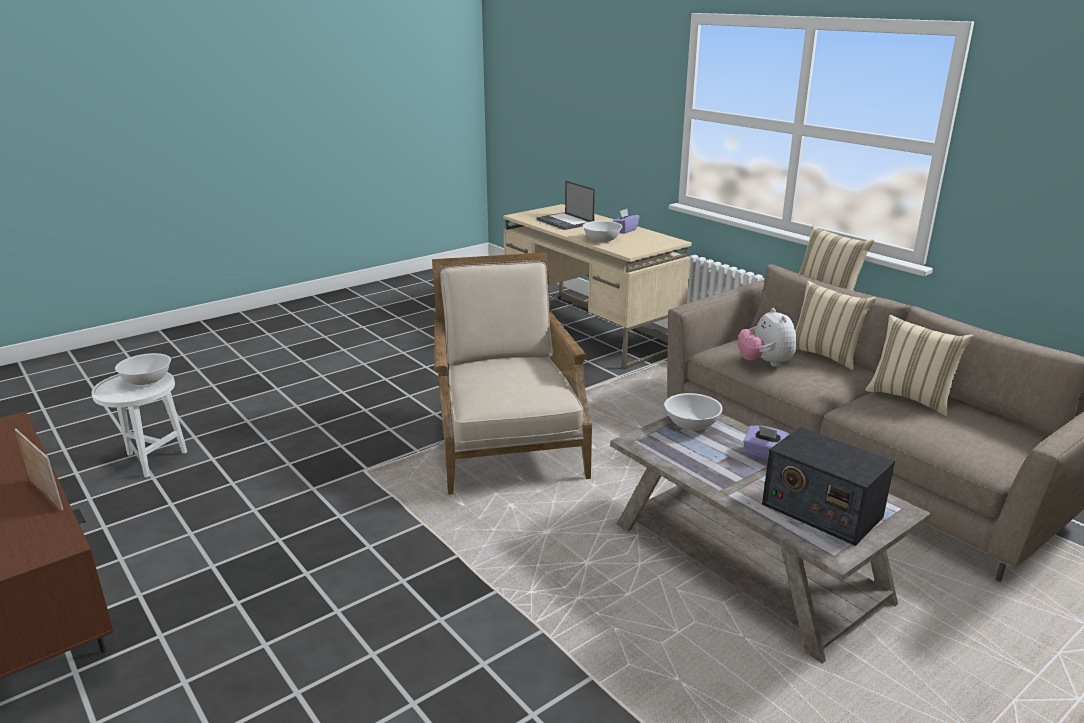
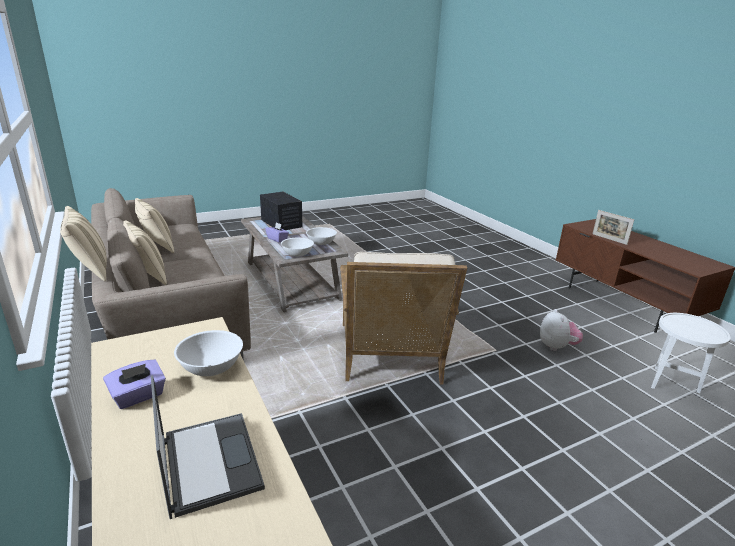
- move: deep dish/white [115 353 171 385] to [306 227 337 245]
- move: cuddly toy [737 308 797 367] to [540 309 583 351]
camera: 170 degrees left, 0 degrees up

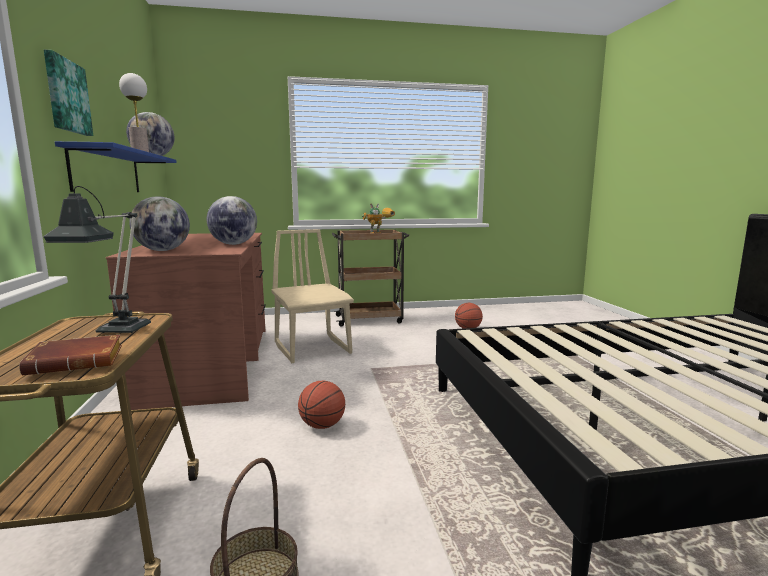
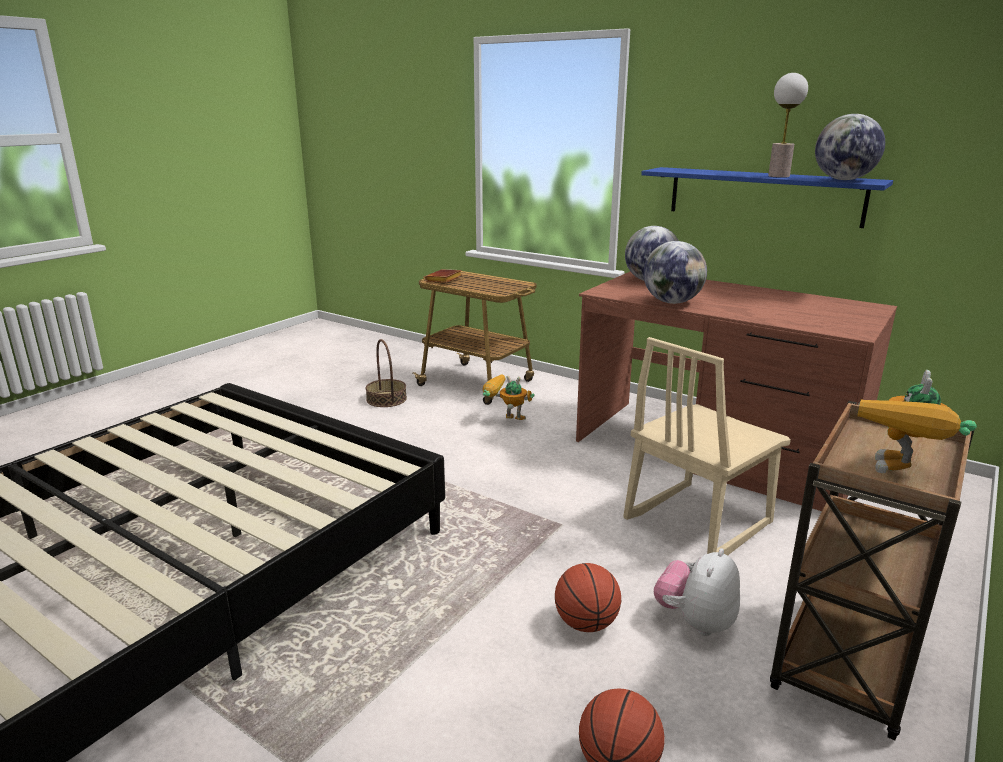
- delete: lamp for a table [43 186 151 333]
- delete: wall art [44 50 93 136]
- insert: model robot [482 375 535 420]
- insert: cuddly toy [654 548 740 636]
- move: ball for basketball [298 380 345 429] to [555 563 621 632]
- rotate: upright chair/beige-coloured [271 229 354 363] = [623 337 791 555] 120 degrees clockwise
camera: 135 degrees right, 10 degrees up

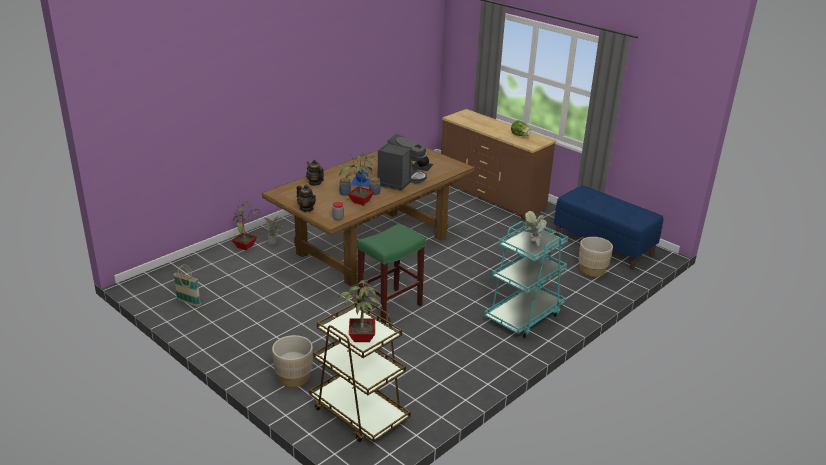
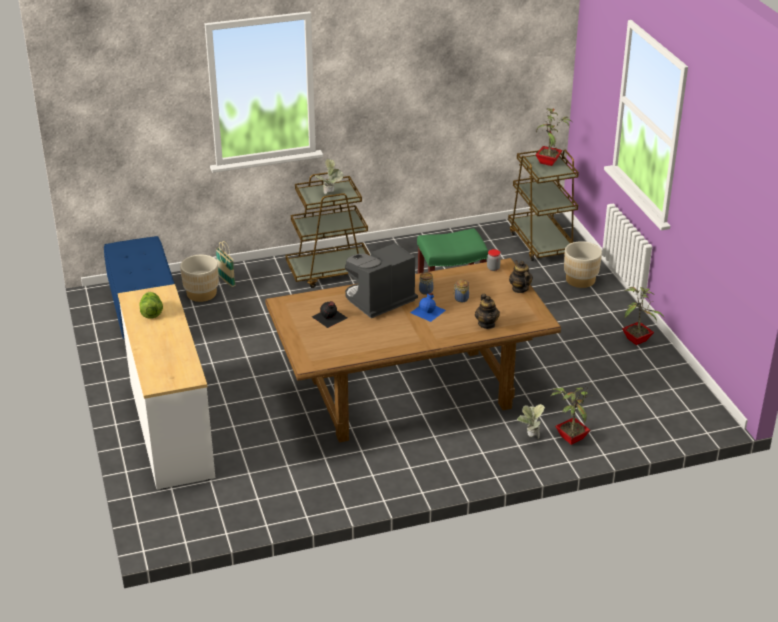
- move: household basket [173 264 201 307] to [216 241 236 287]
- move: potted plant [339 152 377 205] to [622 287 664 345]
- recolor: dresser/brown-coloured [441 109 556 220] to dresser/white [118 284 215 490]
- recolor: cart/turquoise-coloured [484 221 568 338] to cart/brown-coloured [286 172 370 288]
camera: 150 degrees left, 5 degrees up

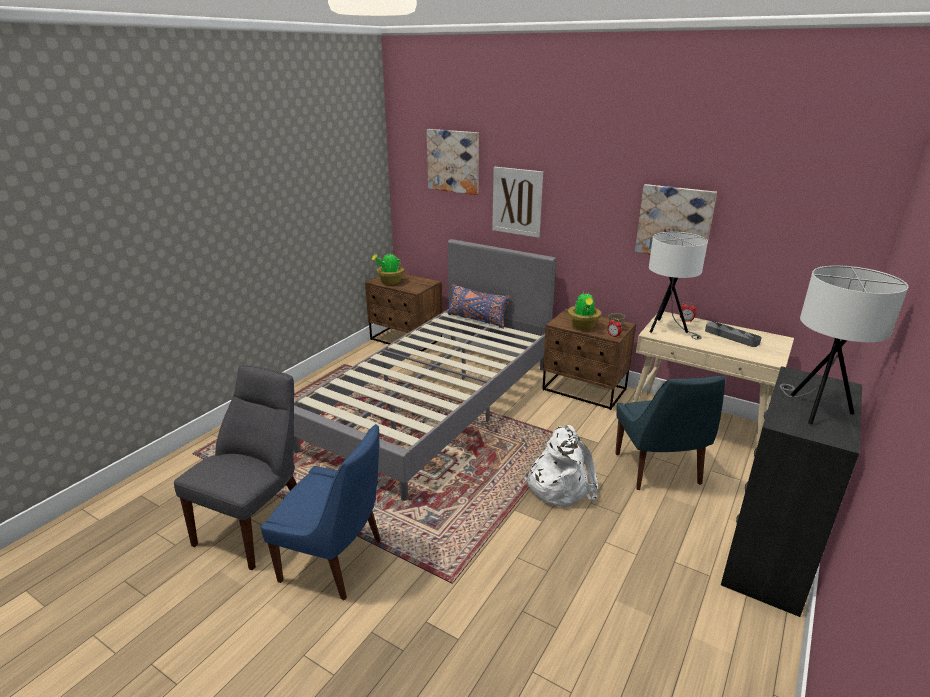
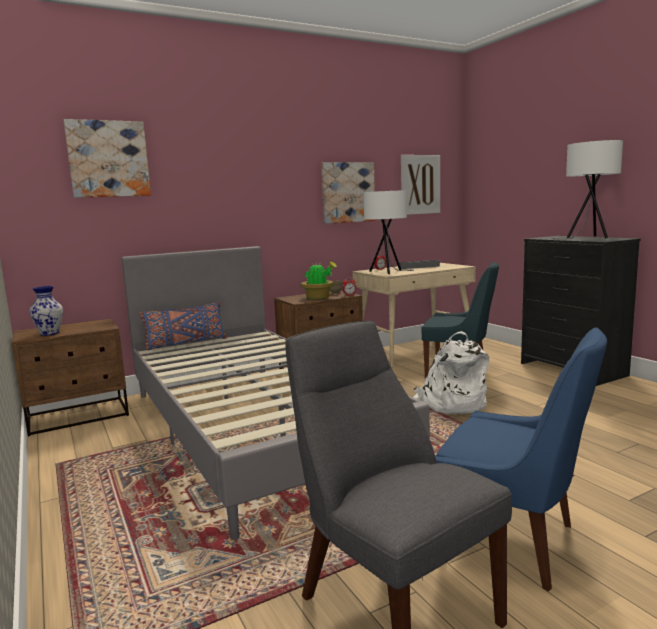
- move: wall art [492 167 543 238] to [401 155 440 215]
- replace: potted plant [372 252 404 285] to vase [29 286 63 336]
- rotate: upright chair/bluish [261 424 381 601] = [435 327 607 592] 75 degrees clockwise
camera: 60 degrees left, 15 degrees down

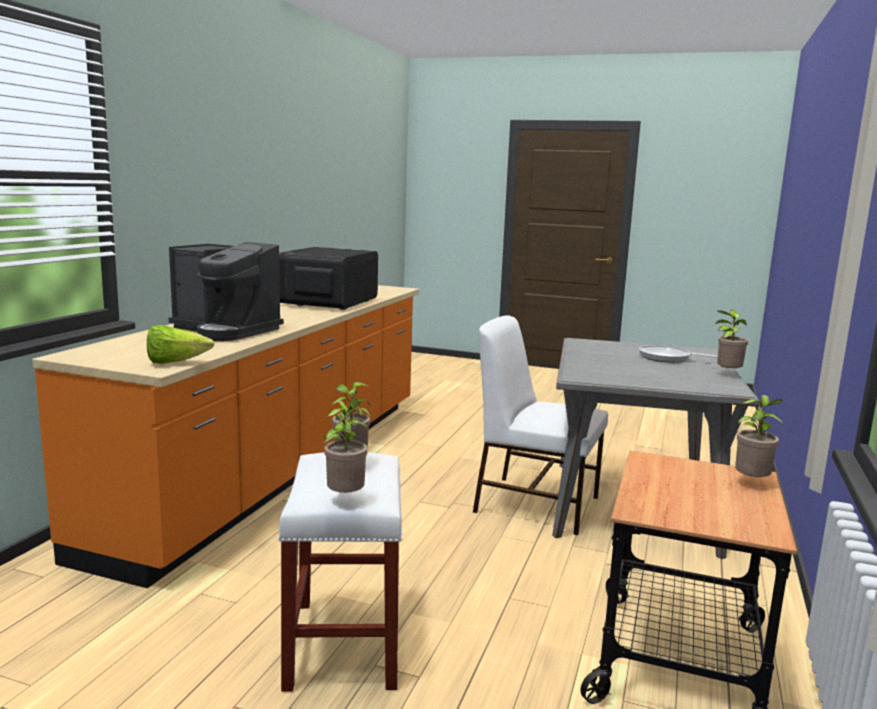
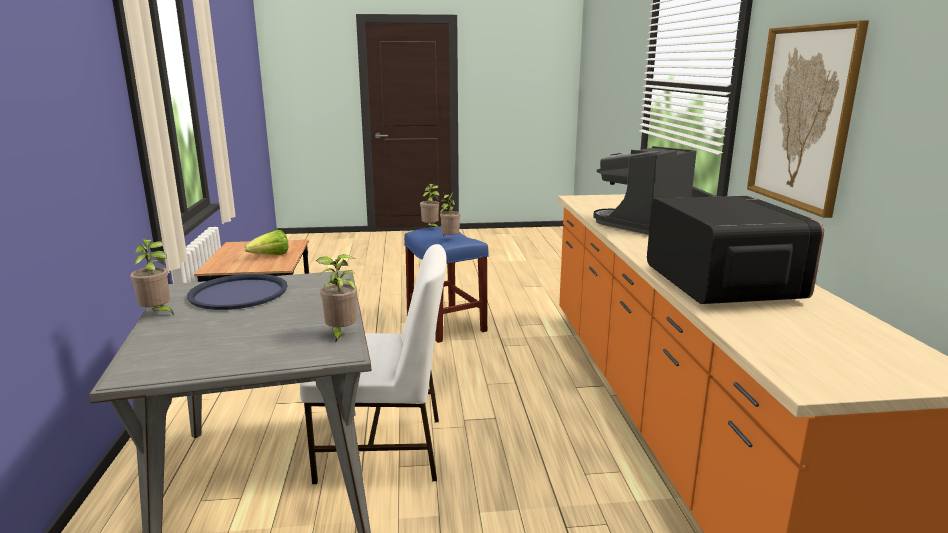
- delete: skillet [639 345 718 363]
- insert: carrying tray/bluish [187 274 288 310]
- insert: wall art [747 20 869 218]
- move: head of lettuce [147 325 215 364] to [244 230 289 255]
- move: potted plant [735 395 783 477] to [316 254 357 343]
- recolor: stool seat/white [278 452 403 692] to stool seat/bluish [404 226 488 343]
- rotate: coffee machine [169 242 284 341] = [593 146 697 235] 45 degrees counterclockwise
camera: 155 degrees right, 5 degrees up

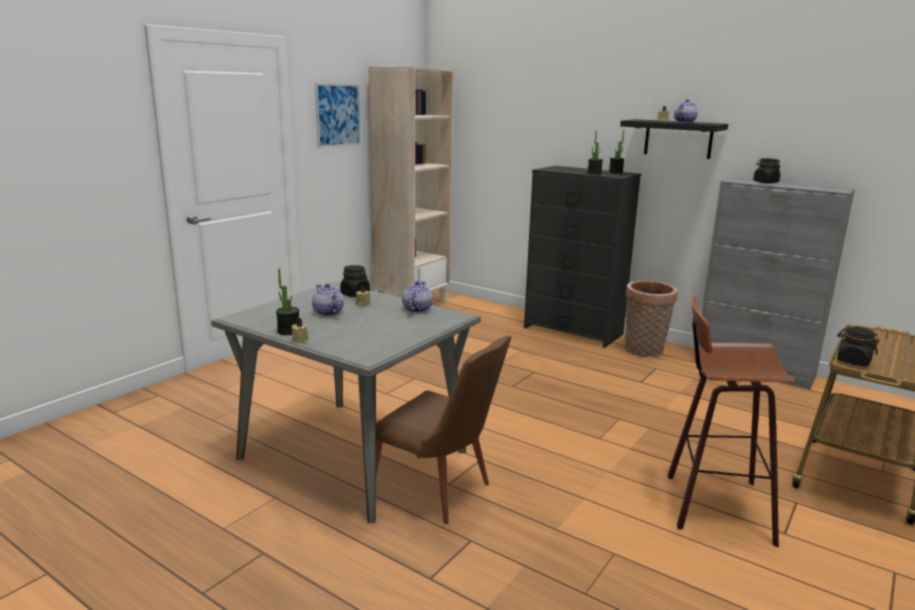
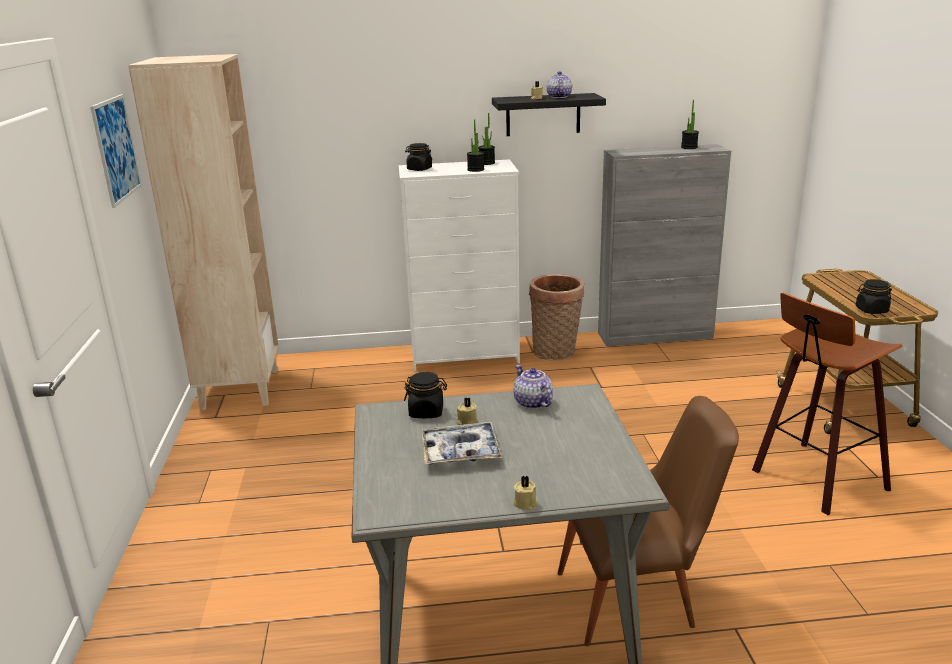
- move: potted plant [276 269 299 335] to [681 100 699 149]
- move: preserve jar/black [753 158 780 183] to [405 143 432 171]
- replace: pot for tea [312 283 344 316] to carrying tray [422 422 502 465]
- recolor: dresser/black [524 166 641 348] to dresser/white [399 159 520 371]
camera: 40 degrees left, 5 degrees up

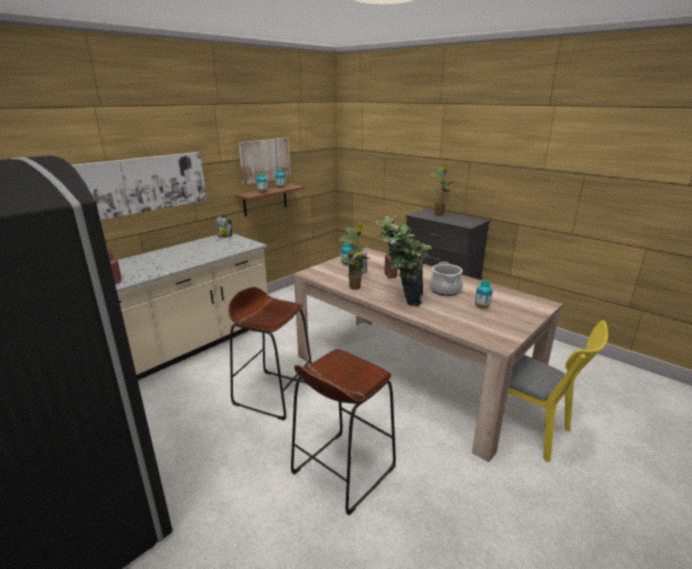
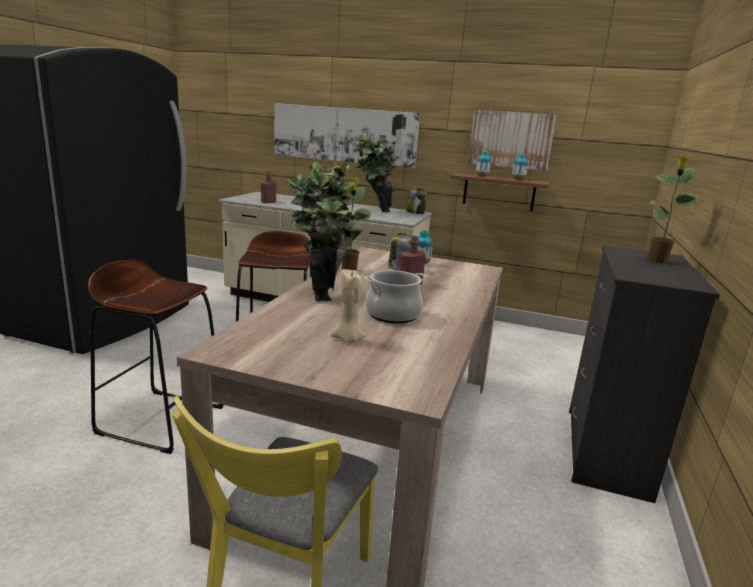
- insert: potted plant [355 133 399 212]
- replace: vase [475 280 492 309] to wax light/beige-coloured [331 268 366 343]
camera: 65 degrees right, 5 degrees down

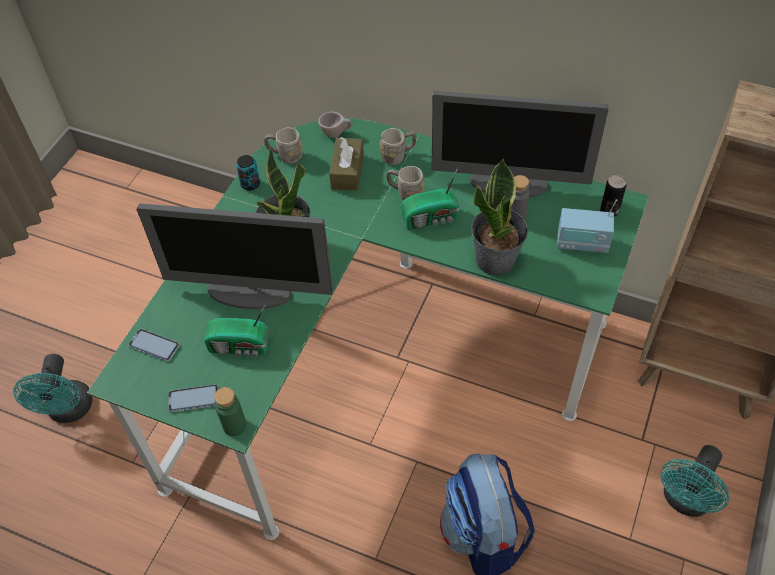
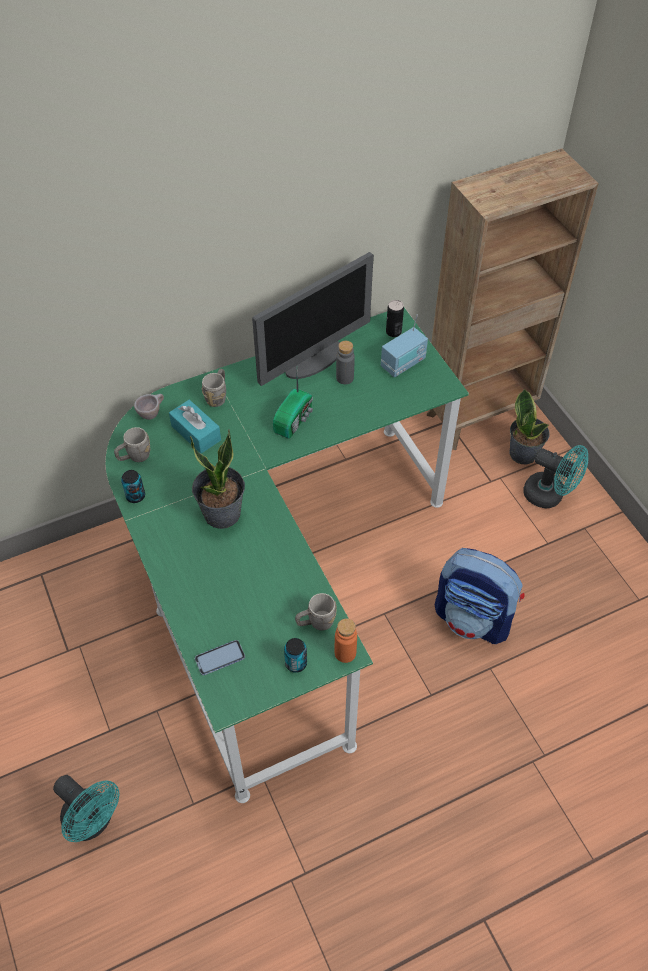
- delete: computer display [136 203 333 309]
- delete: radio receiver [204 304 269 357]
- move: mug/gray [387 166 424 200] to [295 593 337 631]
- move: potted plant [471 159 528 275] to [510 388 550 465]
- replace: phone [168 384 218 412] to metal can [284 638 307 673]
- recolor: drink bottle/green [214 387 246 436] to drink bottle/orangey [335 618 357 663]
- recolor: tissue holder/brown-coloured [329 137 364 191] to tissue holder/turquoise-coloured [169 400 221 453]
- rotate: cooling fan/turquoise-coloured [660 445 729 517] = [523 445 588 508] 45 degrees counterclockwise
camera: 50 degrees left, 0 degrees up

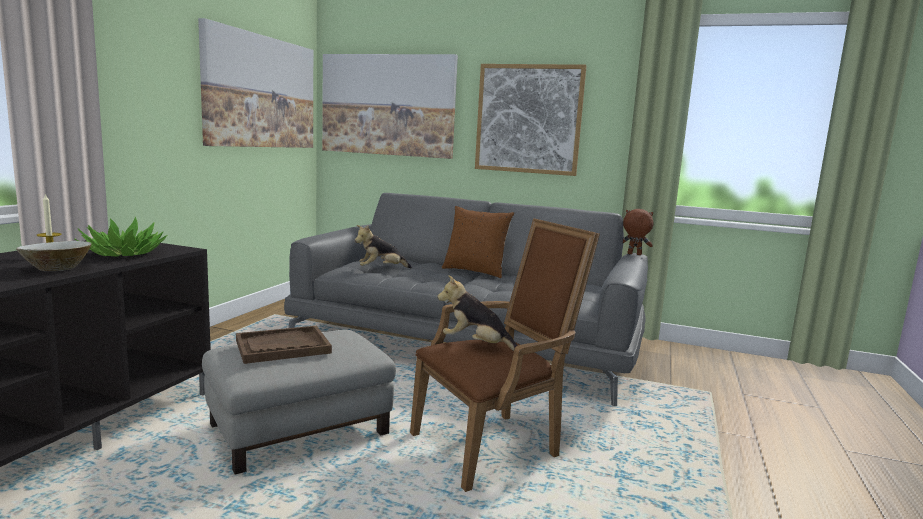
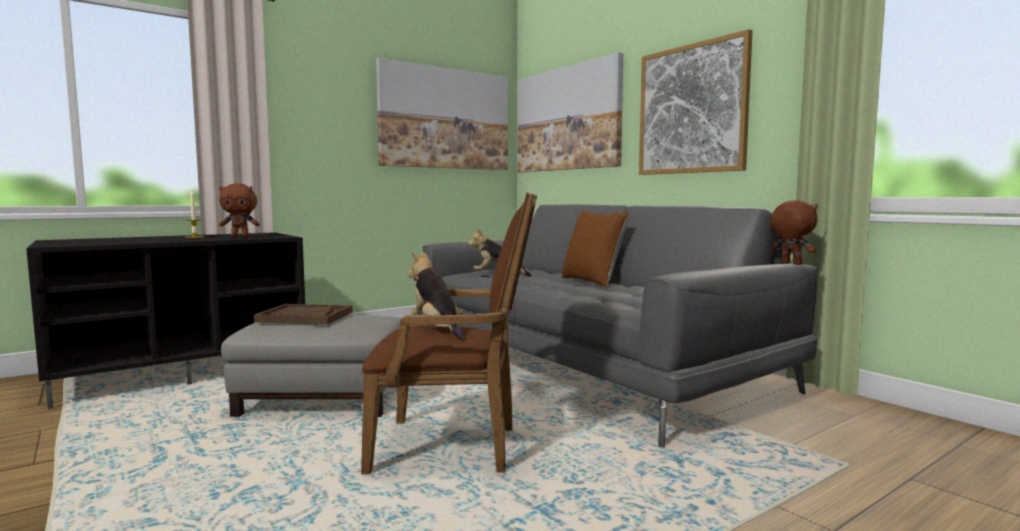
- delete: deep dish/beige-coloured [16 241 92 271]
- replace: potted plant [75 217 168 257] to cuddly toy/brown-coloured [219 183 260 238]
camera: 35 degrees right, 5 degrees down

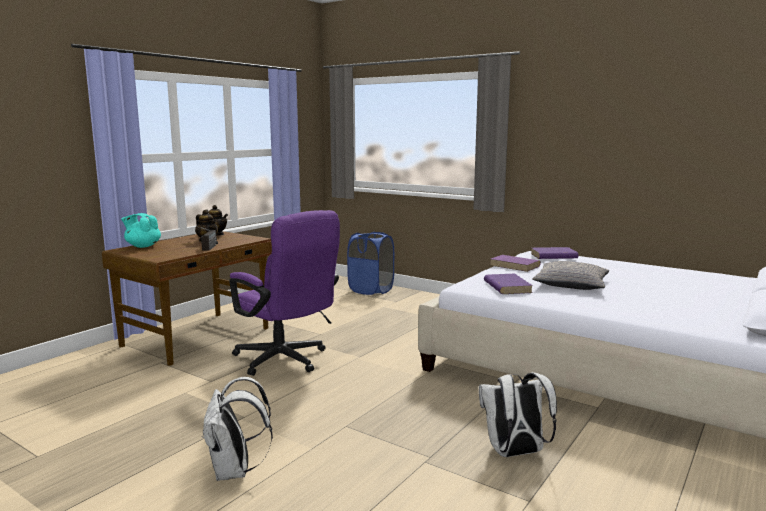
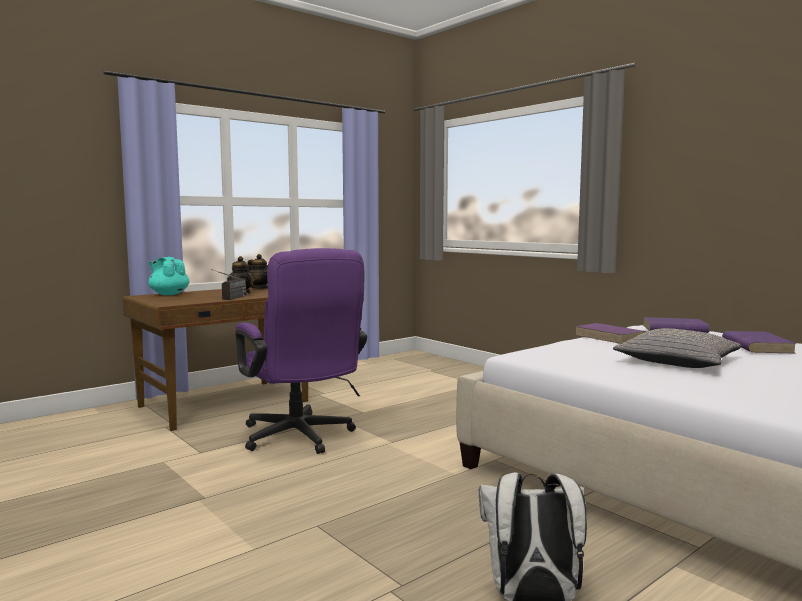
- delete: backpack/white [202 377 273 481]
- delete: washing basket/bluish [347 232 394 295]
- move: book/purple [484 274 533 294] to [722 331 797 353]
camera: 15 degrees right, 5 degrees down

